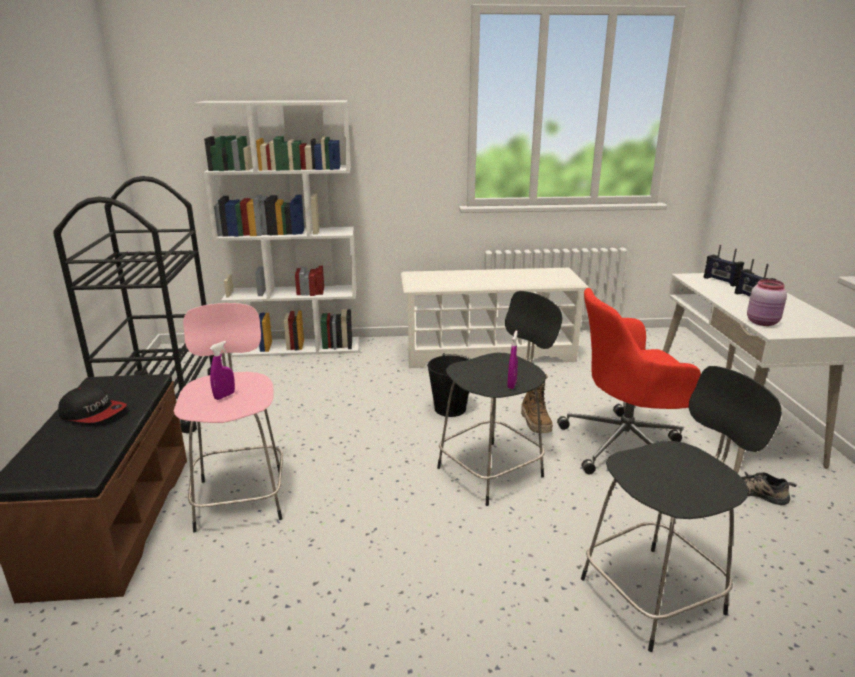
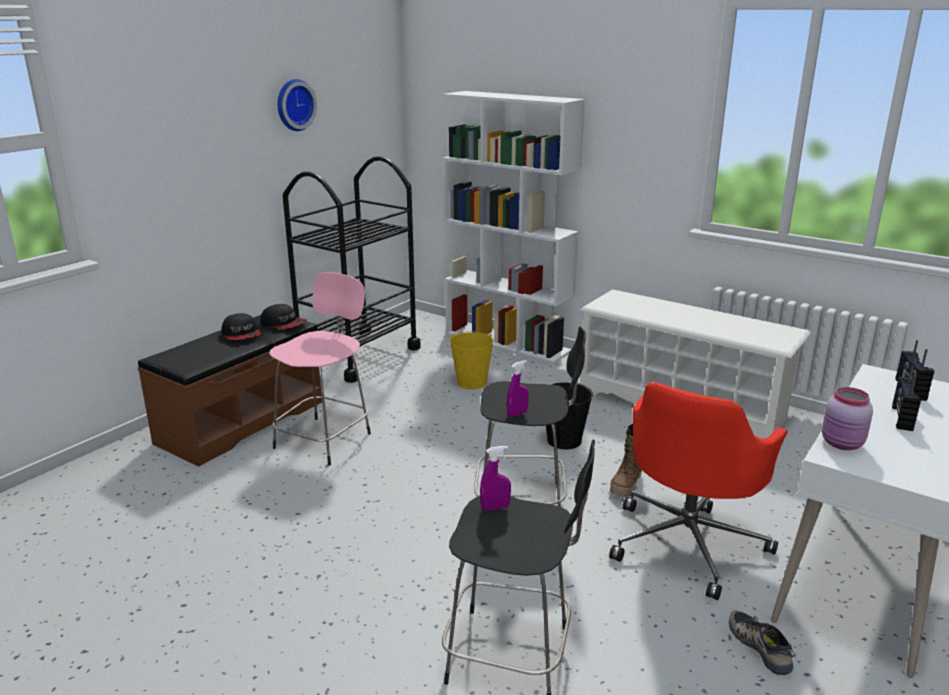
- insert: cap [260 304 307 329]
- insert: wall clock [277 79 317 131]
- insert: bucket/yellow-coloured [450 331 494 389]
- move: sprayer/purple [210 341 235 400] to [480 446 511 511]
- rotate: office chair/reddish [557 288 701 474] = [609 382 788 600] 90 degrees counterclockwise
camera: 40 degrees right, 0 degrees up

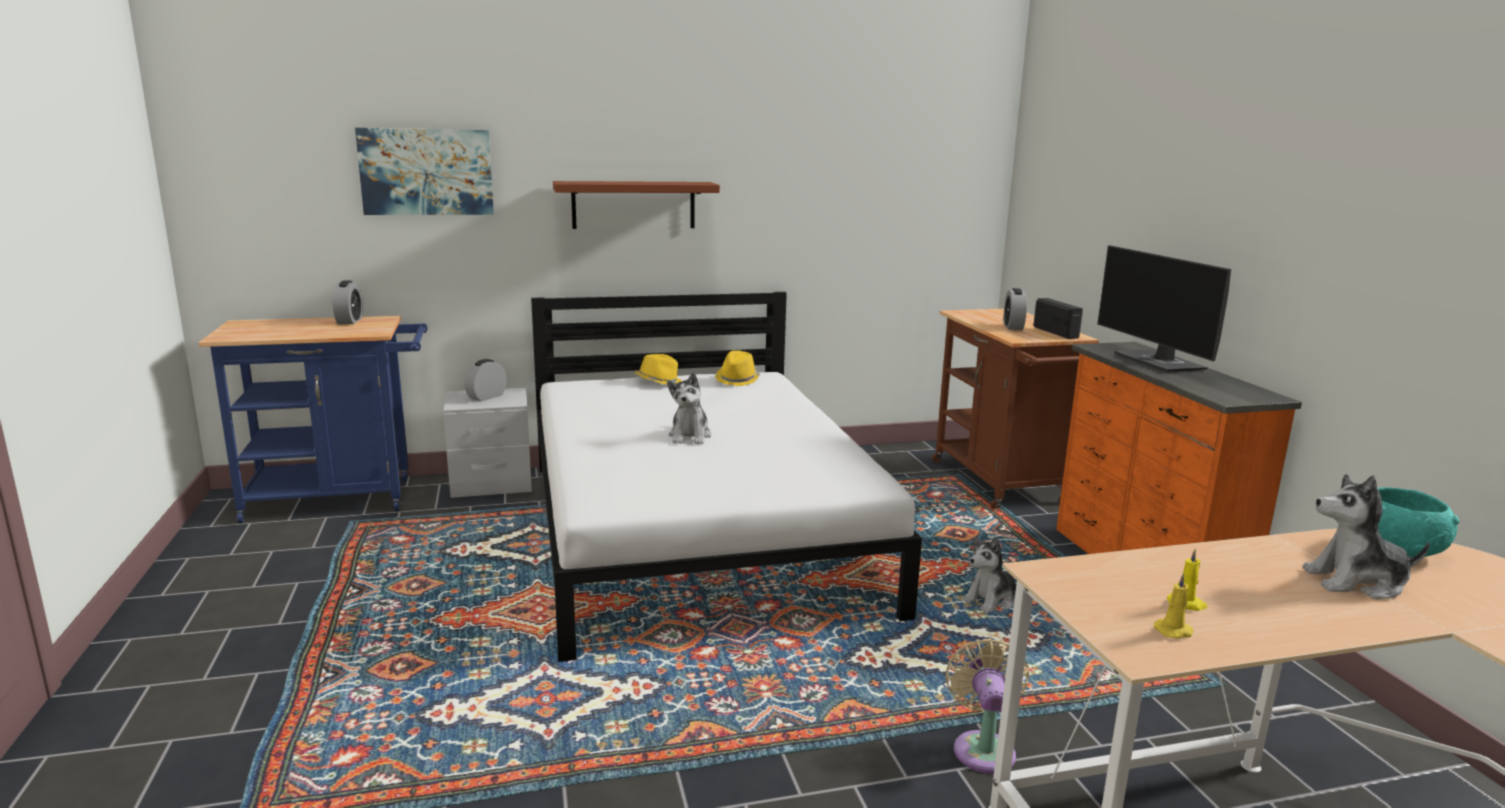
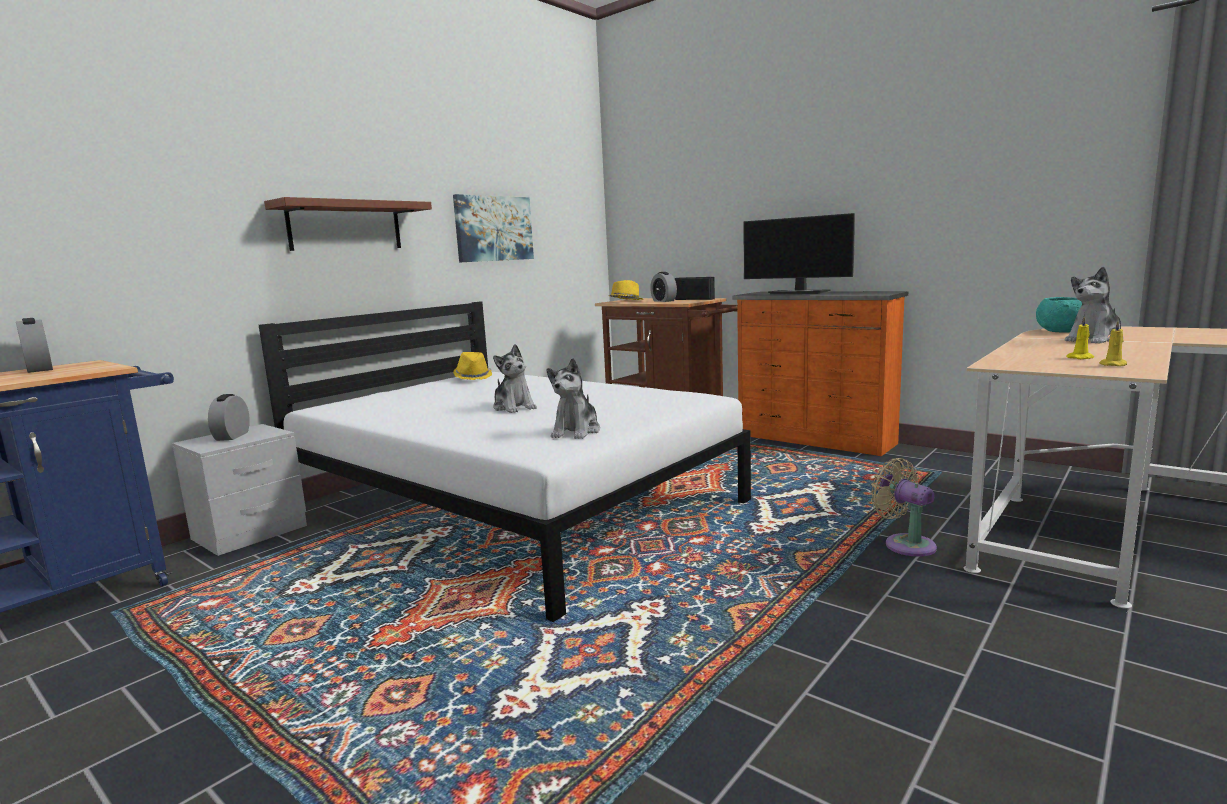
- move: wall art [355 128 494 215] to [453 194 534 263]
- move: wearable hat/yellow-coloured [635 354 682 385] to [609 280 643 300]
- move: cuddly toy [962 536 1016 613] to [547 358 600 439]
camera: 35 degrees left, 5 degrees down

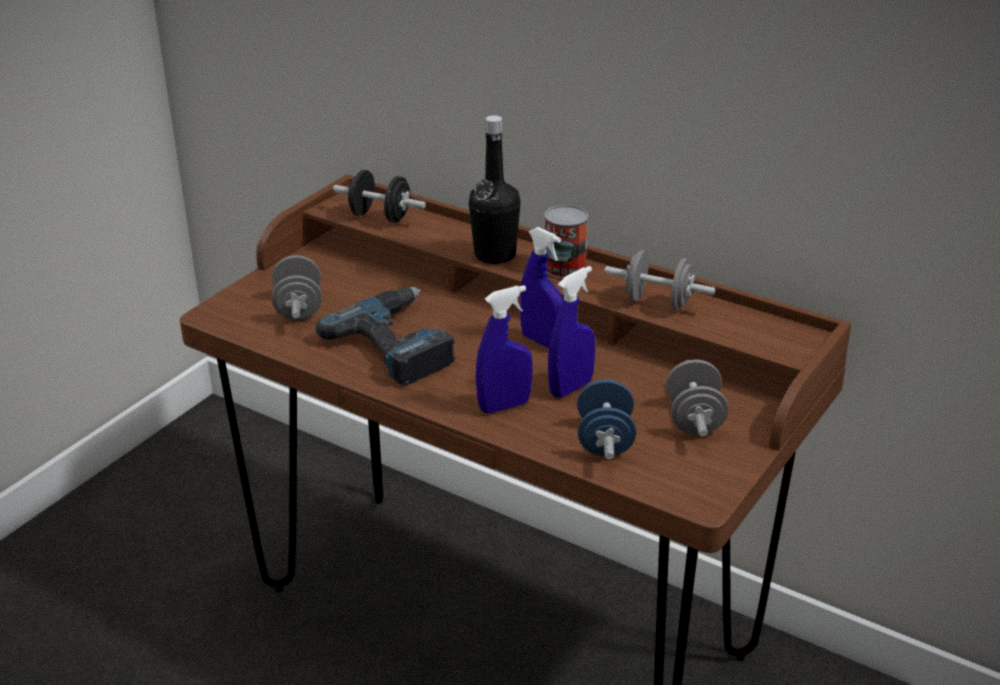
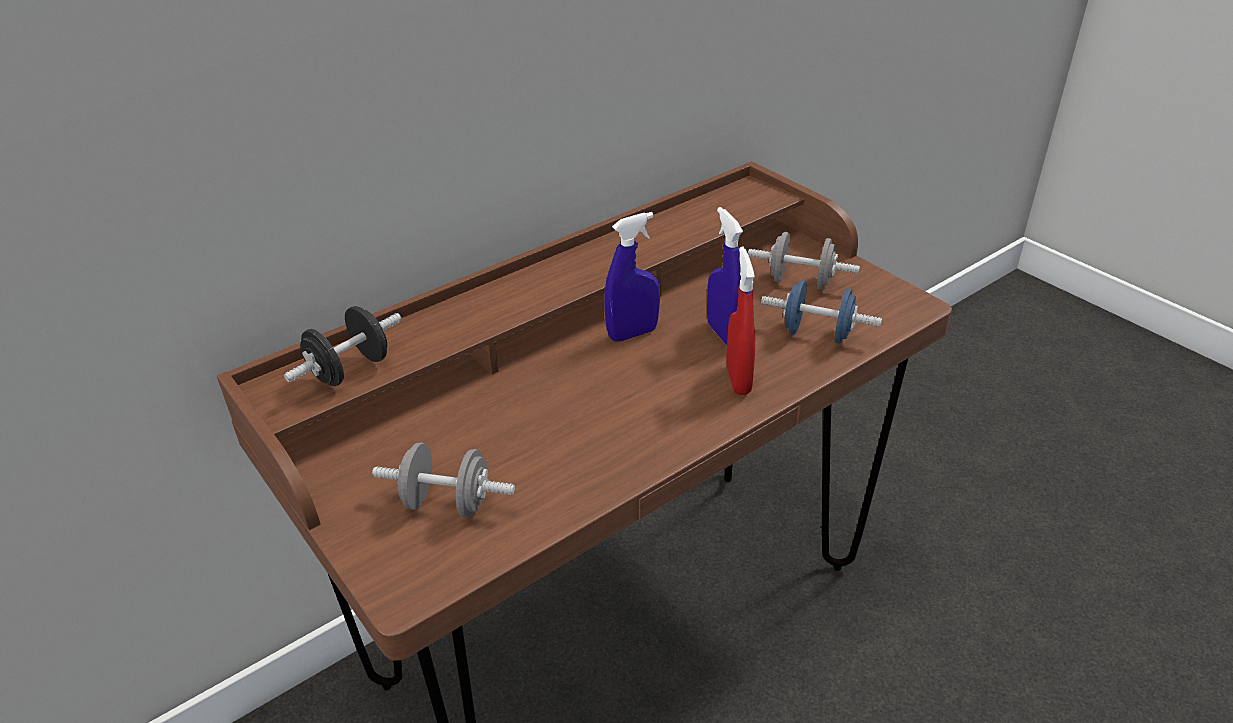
- delete: power drill [316 287 456 385]
- delete: drink bottle/black [469 115 521 264]
- delete: metal can [545 205 588 278]
- delete: free weight/gray [604 250 715 310]
- recolor: sprayer/bluish [476 285 533 413] to sprayer/reddish [727 247 755 395]
camera: 70 degrees left, 5 degrees up

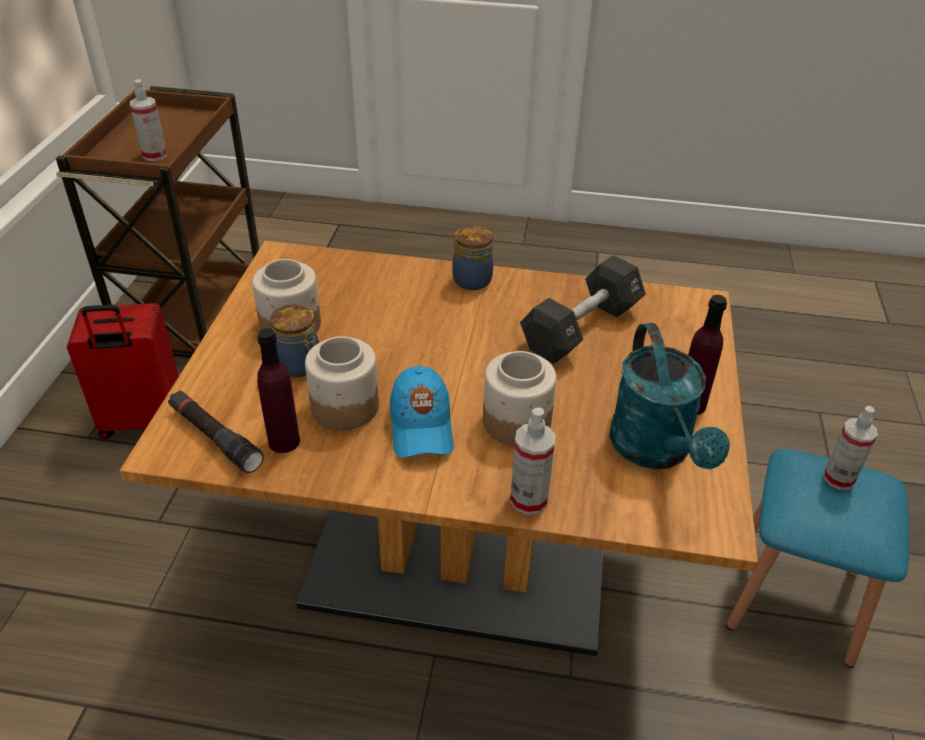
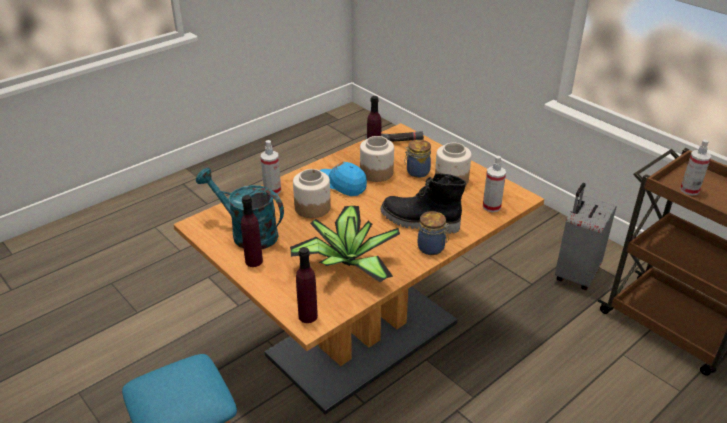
- insert: drink bottle/purple [296 247 318 323]
- insert: boot/black [380 173 466 234]
- move: sprayer [824 406 878 490] to [483 156 506 212]
- replace: free weight/black [520 255 646 364] to potted plant [290 206 400 282]
- recolor: piece of luggage/reddish [67 303 179 439] to piece of luggage/gray [555 183 616 290]
camera: 130 degrees right, 5 degrees down

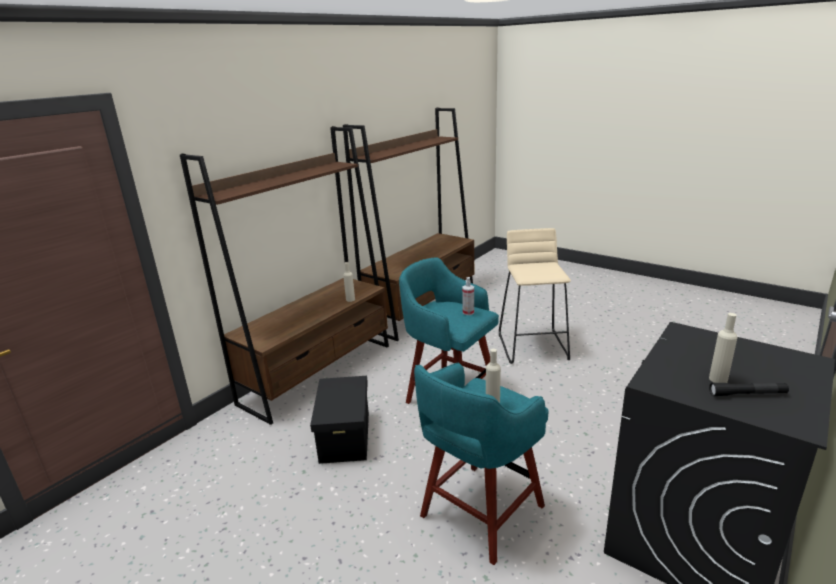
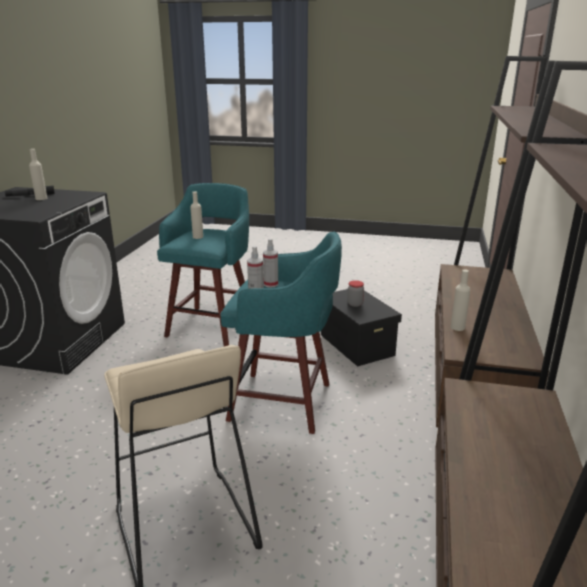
- insert: sprayer [263 239 278 288]
- insert: preserve jar [347 280 364 307]
camera: 155 degrees right, 0 degrees up

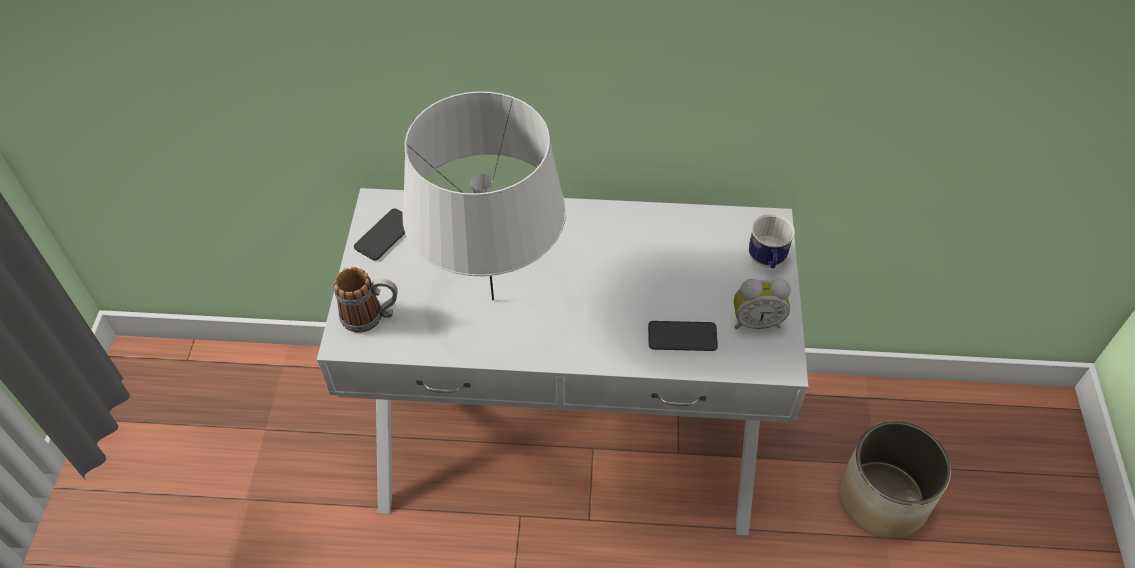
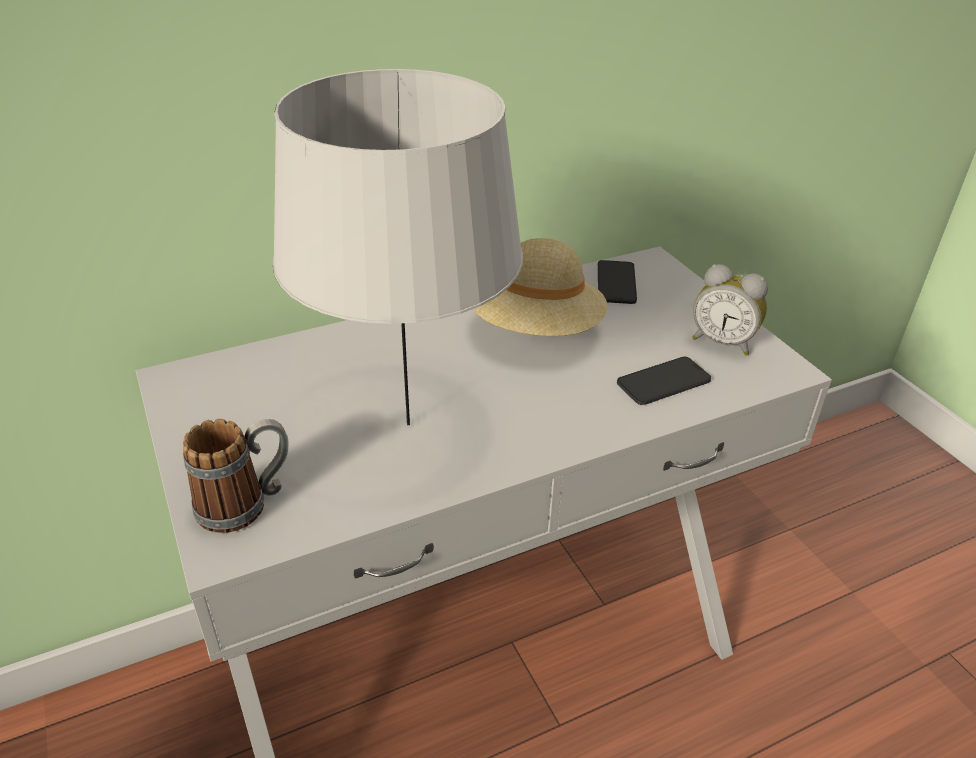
- delete: mug [749 214 795 268]
- delete: plant pot [839 421 951 539]
- insert: wearable hat/beige-coloured [474 238 607 336]
- move: phone [354 209 405 261] to [598 260 637 304]
- rotate: alarm clock [734 278 791 329] = [692 264 768 356] 60 degrees clockwise
camera: 30 degrees left, 15 degrees down

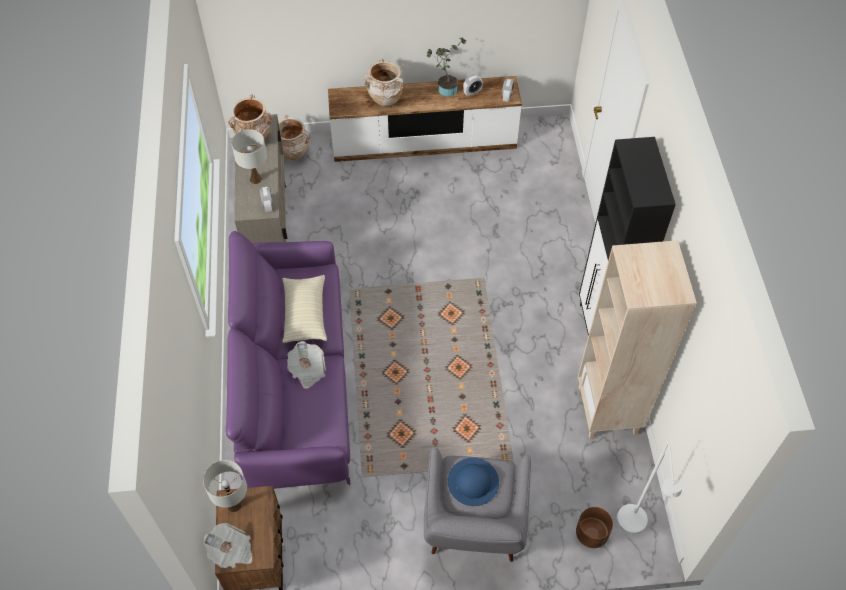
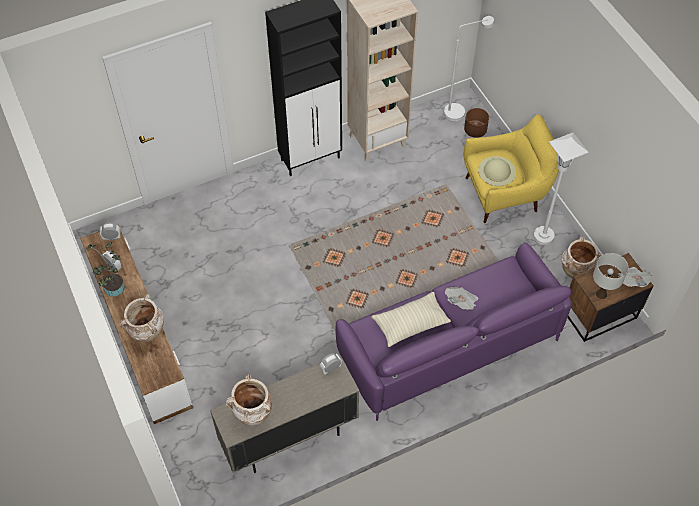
- delete: lamp for a table/white [231 129 267 184]
- insert: standard lamp/white [534 133 589 245]
- move: vase/beige-coloured [279 115 309 160] to [562 236 602 279]
- recolor: armchair/gray [424 447 531 562] to armchair/yellow-coloured [463 114 559 223]
- recolor: wearable hat/bluish [448 458 499 506] to wearable hat/beige-coloured [478 156 516 186]
camera: 110 degrees left, 0 degrees up

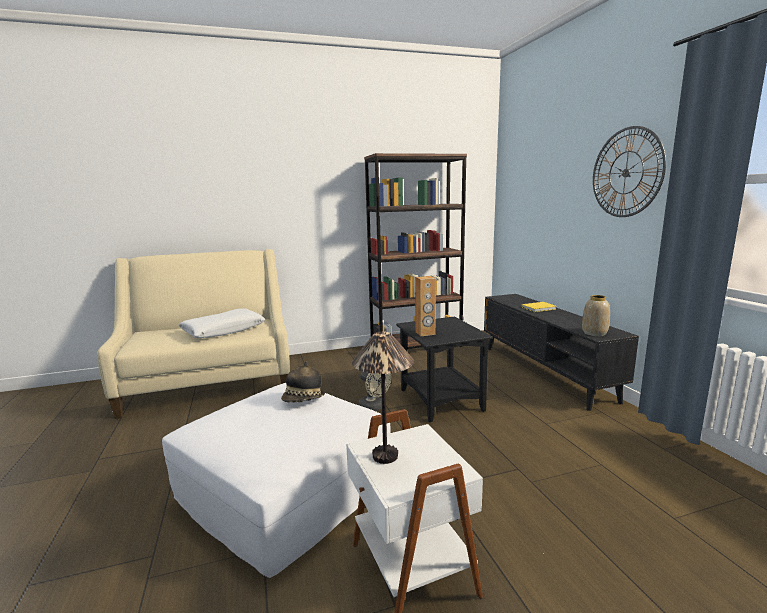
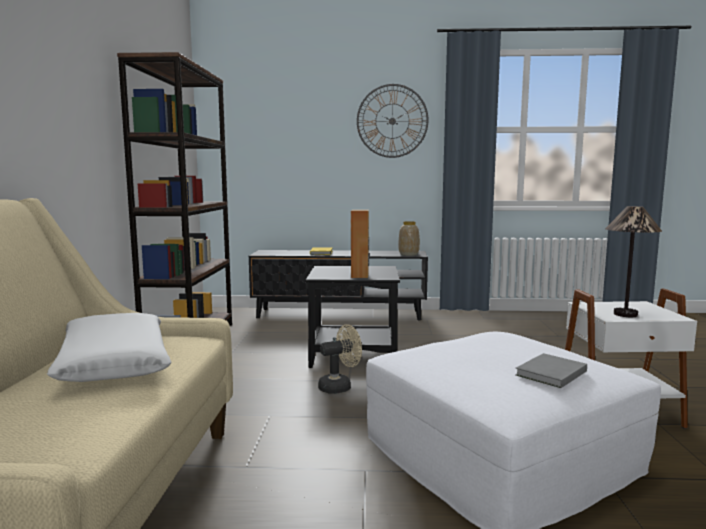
- delete: wearable hat [281 361 325 402]
- insert: book/gray [515 353 587 388]
camera: 70 degrees left, 5 degrees down

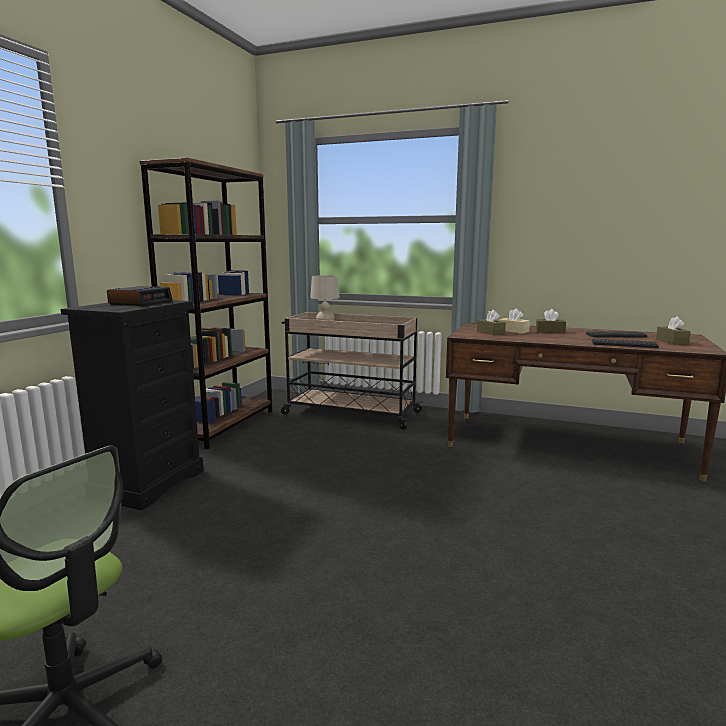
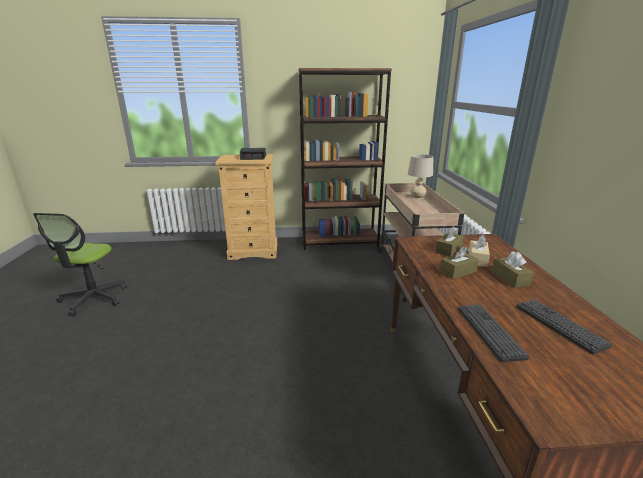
- move: tissue holder/brown-coloured [656 316 691 344] to [440 246 479 279]
- recolor: dresser/black [61 300 204 510] to dresser/beige-coloured [215 154 277 260]
camera: 65 degrees right, 10 degrees up

